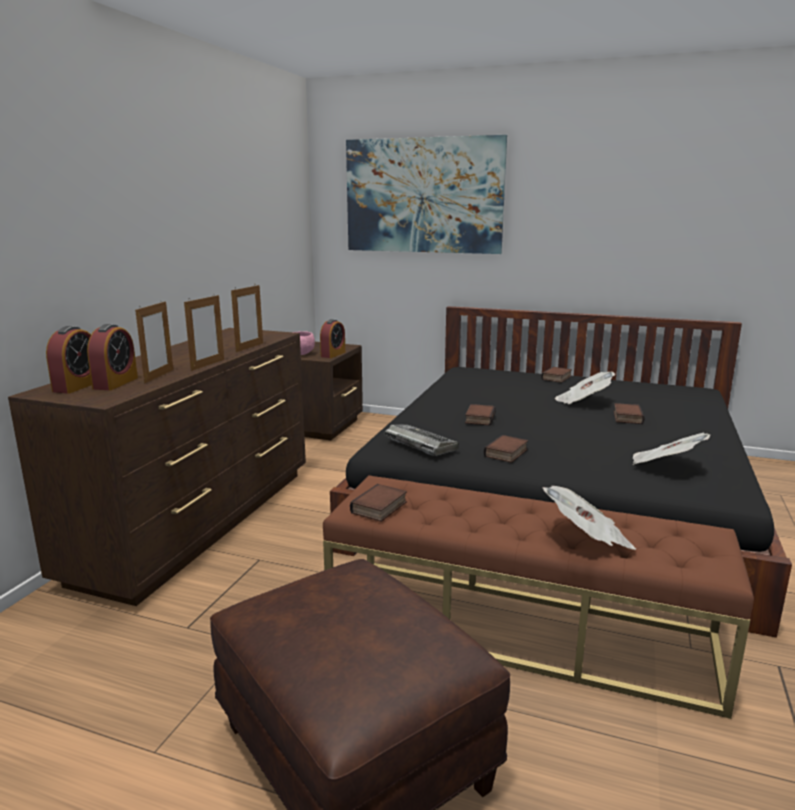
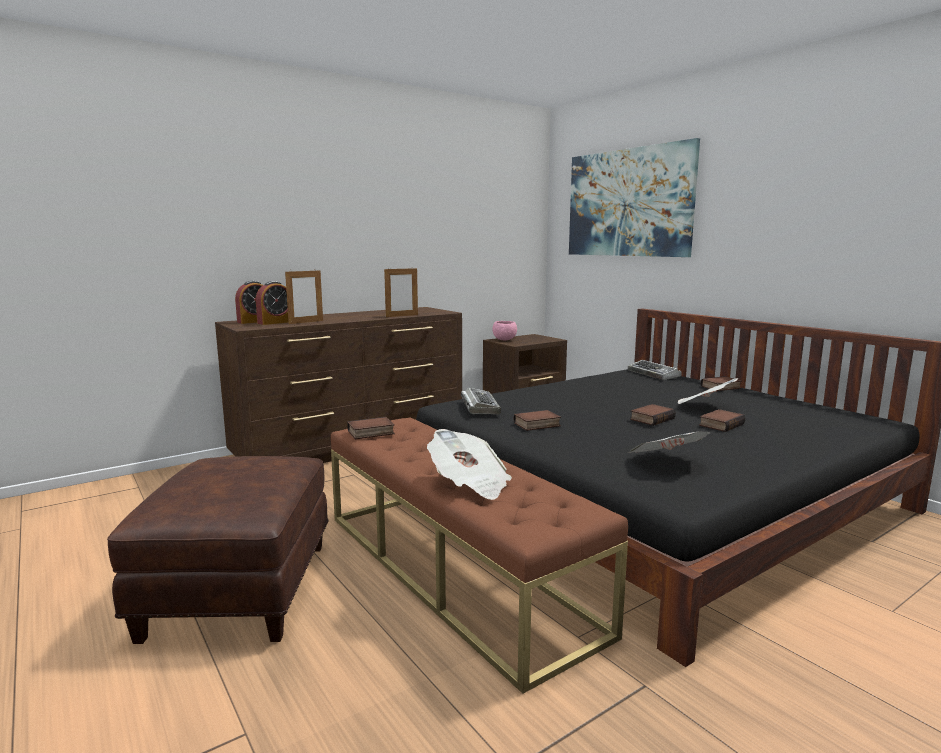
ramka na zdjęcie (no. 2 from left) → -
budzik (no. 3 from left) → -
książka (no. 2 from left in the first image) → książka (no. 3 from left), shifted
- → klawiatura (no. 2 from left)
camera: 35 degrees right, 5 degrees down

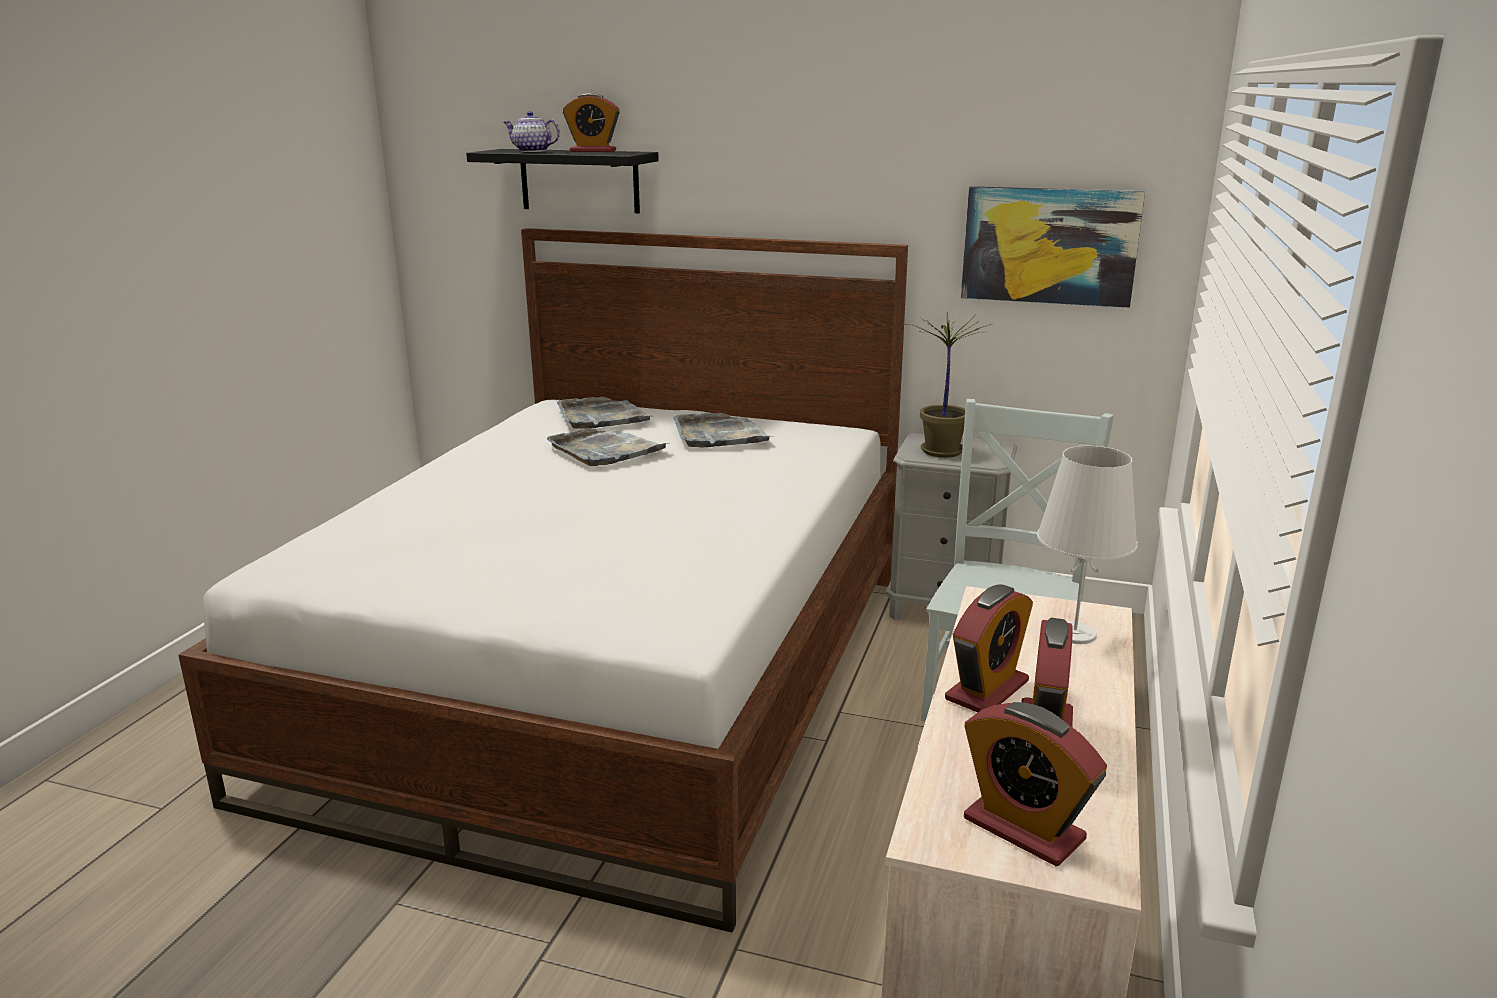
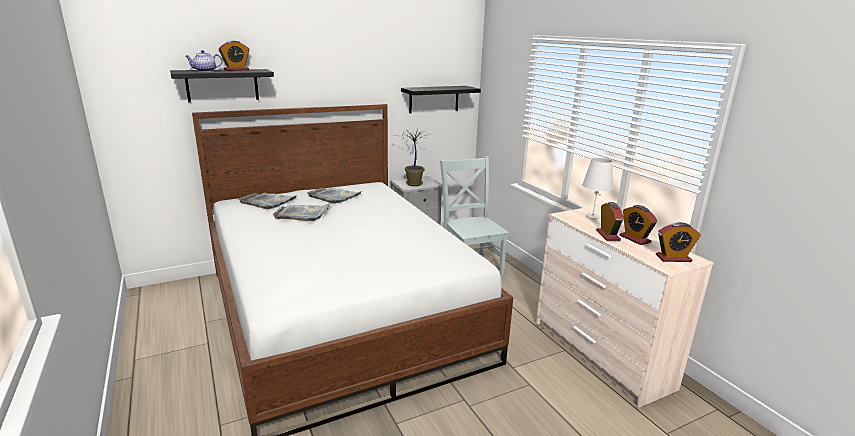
obraz → półka/czarny (no. 2 from left)
camera: 45 degrees left, 0 degrees up

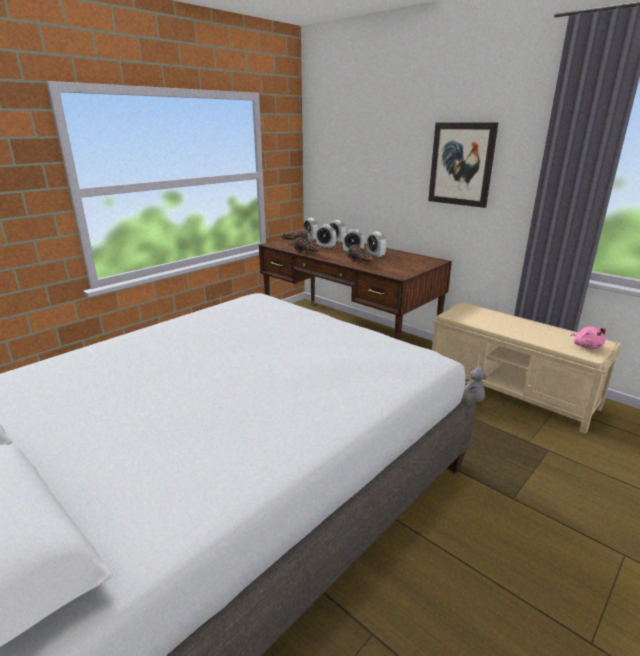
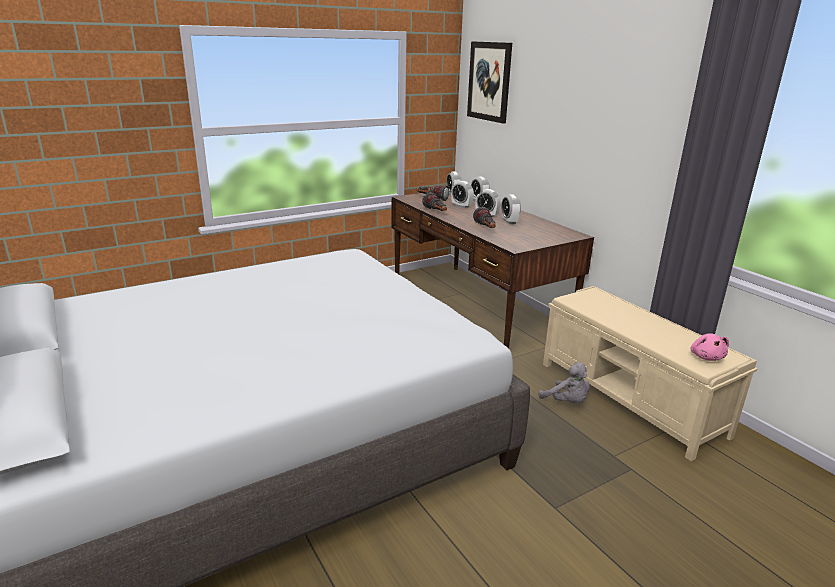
obraz, shifted
camera: 15 degrees right, 0 degrees up

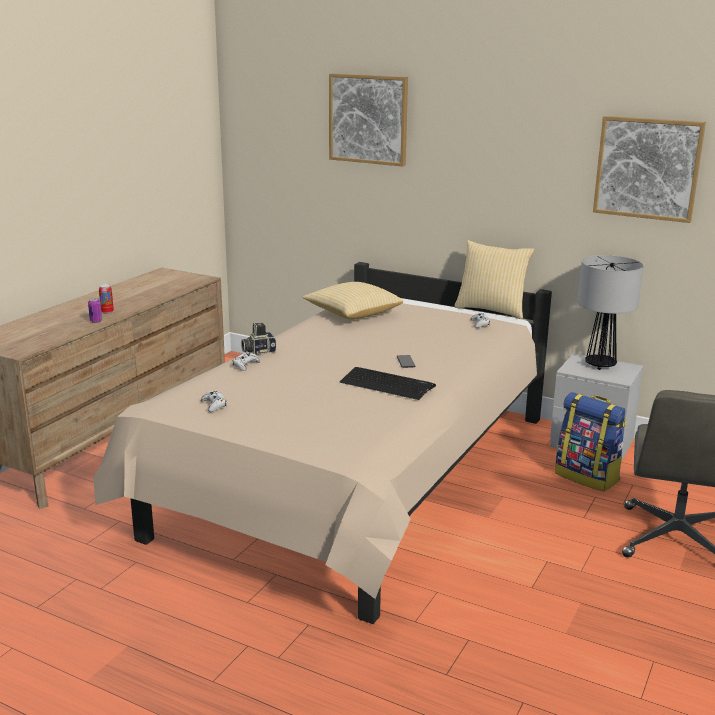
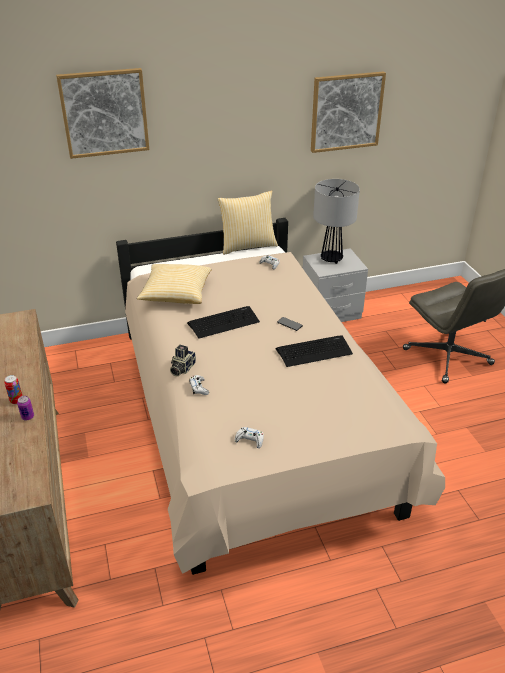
plecak → -
- → klawiatura (no. 1 from left)
camera: 45 degrees left, 15 degrees up

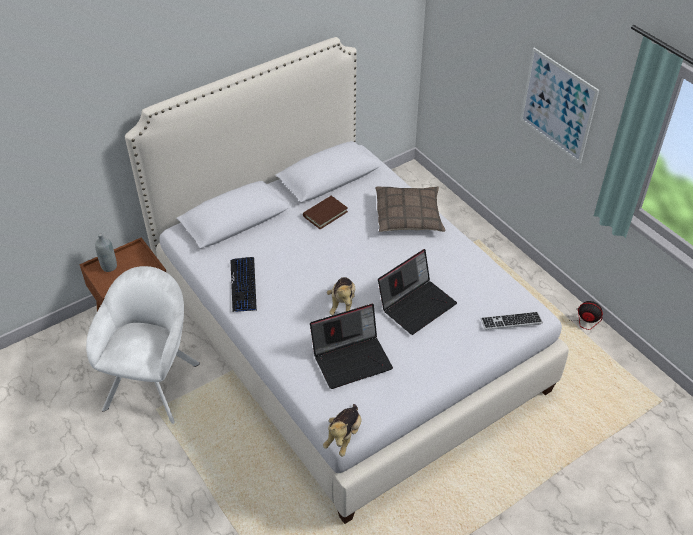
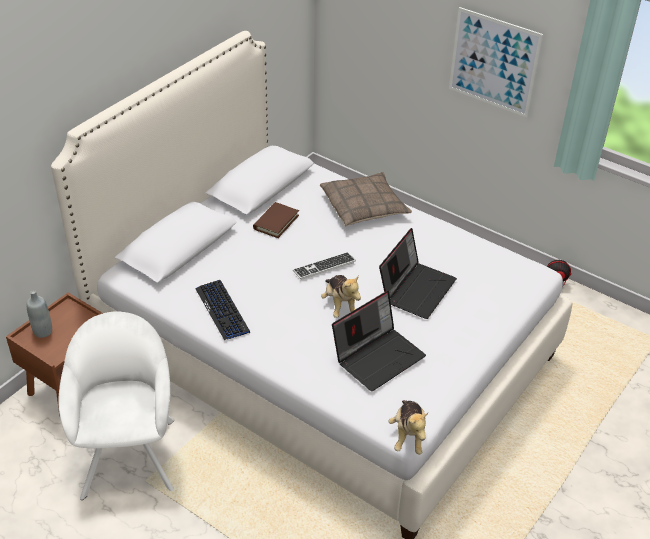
klawiatura (no. 2 from left), shifted
camera: 20 degrees left, 5 degrees down

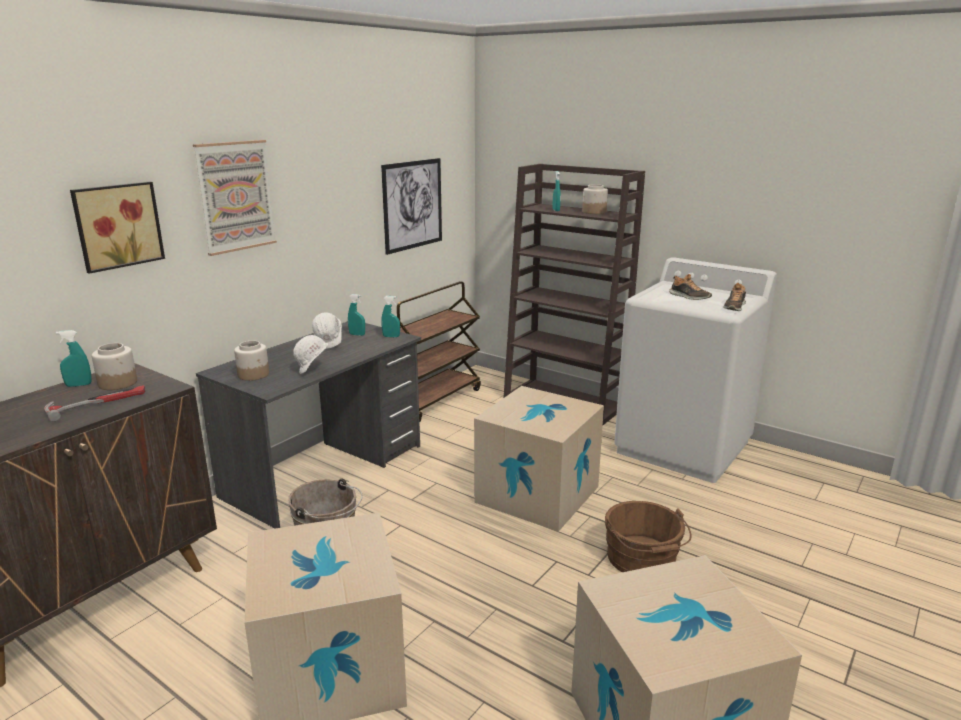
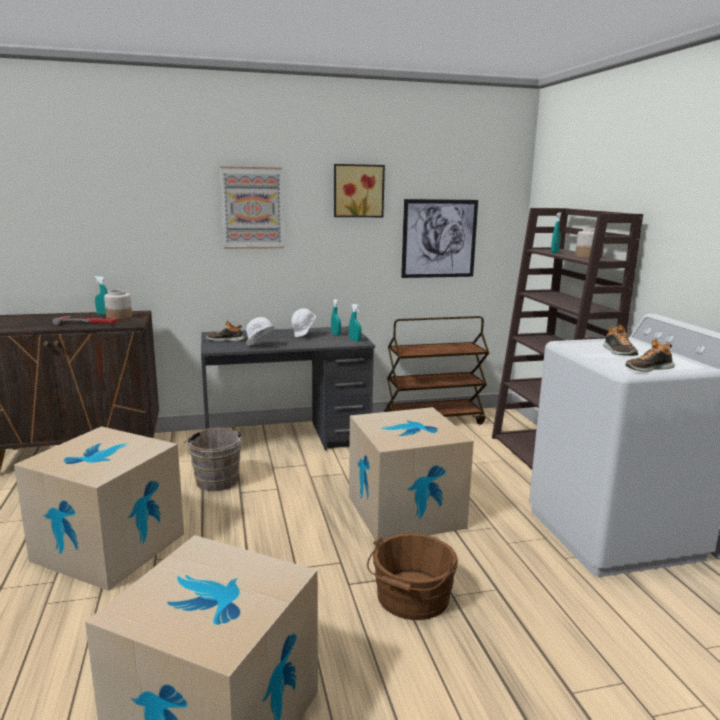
obraz (no. 1 from left in the first image) → obraz (no. 2 from left), shifted
słoik (no. 2 from left) → but (no. 1 from left)
camera: 40 degrees right, 5 degrees down

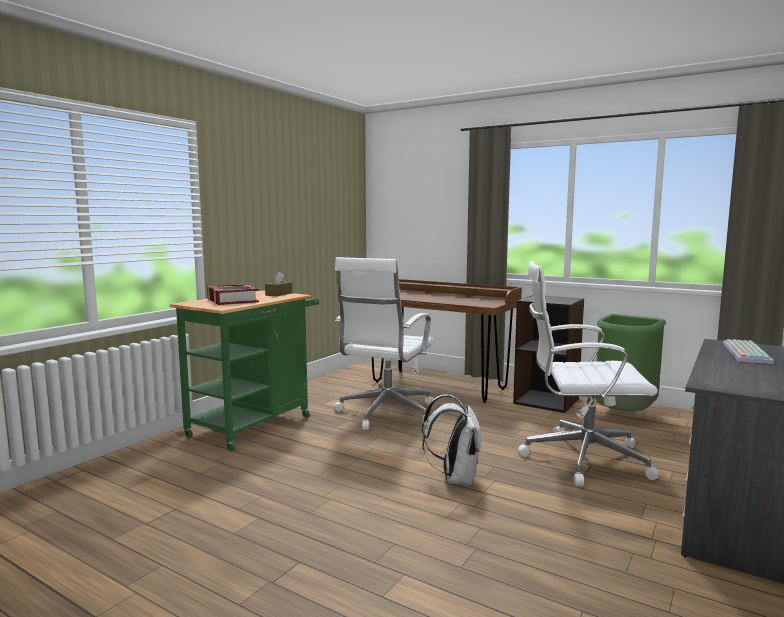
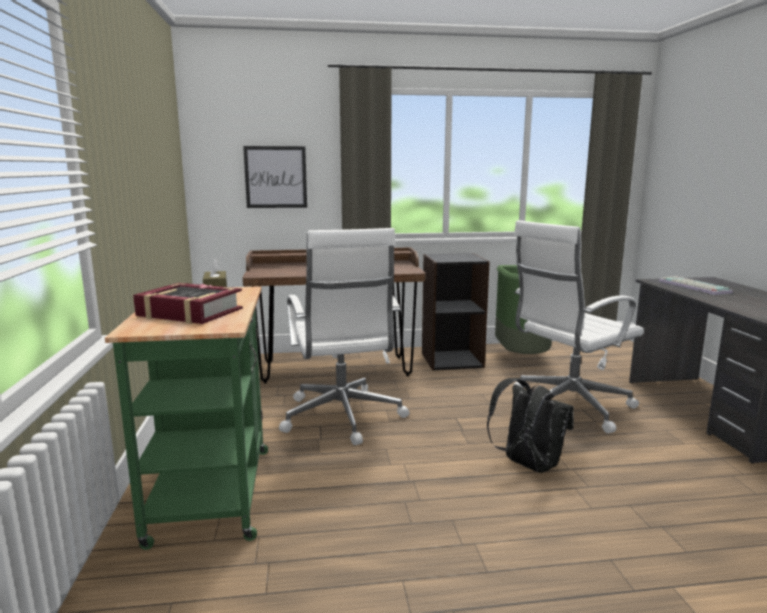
plecak/biały → plecak/czarny
- → obraz
camera: 40 degrees left, 5 degrees up

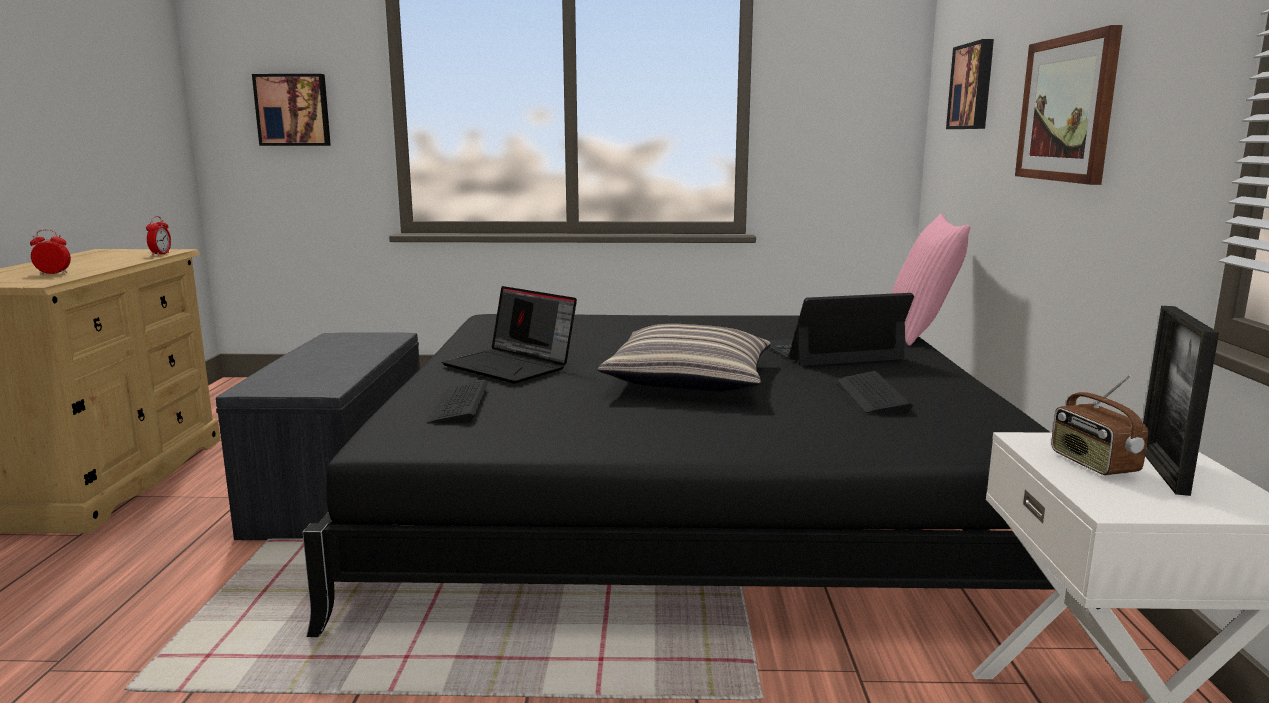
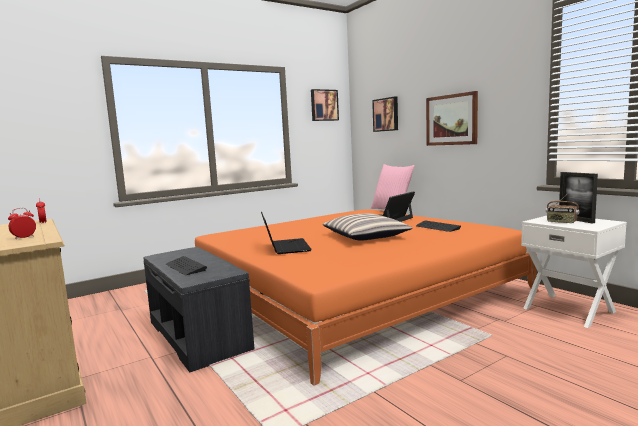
obraz (no. 1 from left), shifted
laptop (no. 1 from left), 105 degrees counterclockwise
łóżko/czarny → łóżko/pomarańczowy
klawiatura (no. 1 from left), shifted
camera: 35 degrees left, 5 degrees down

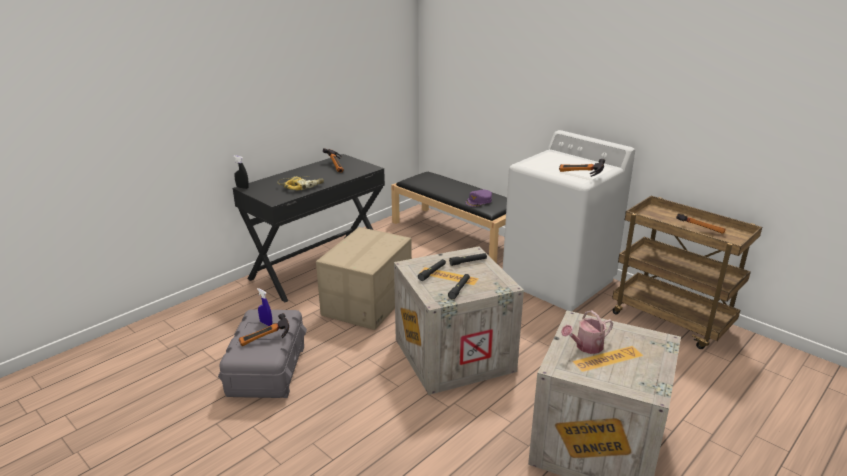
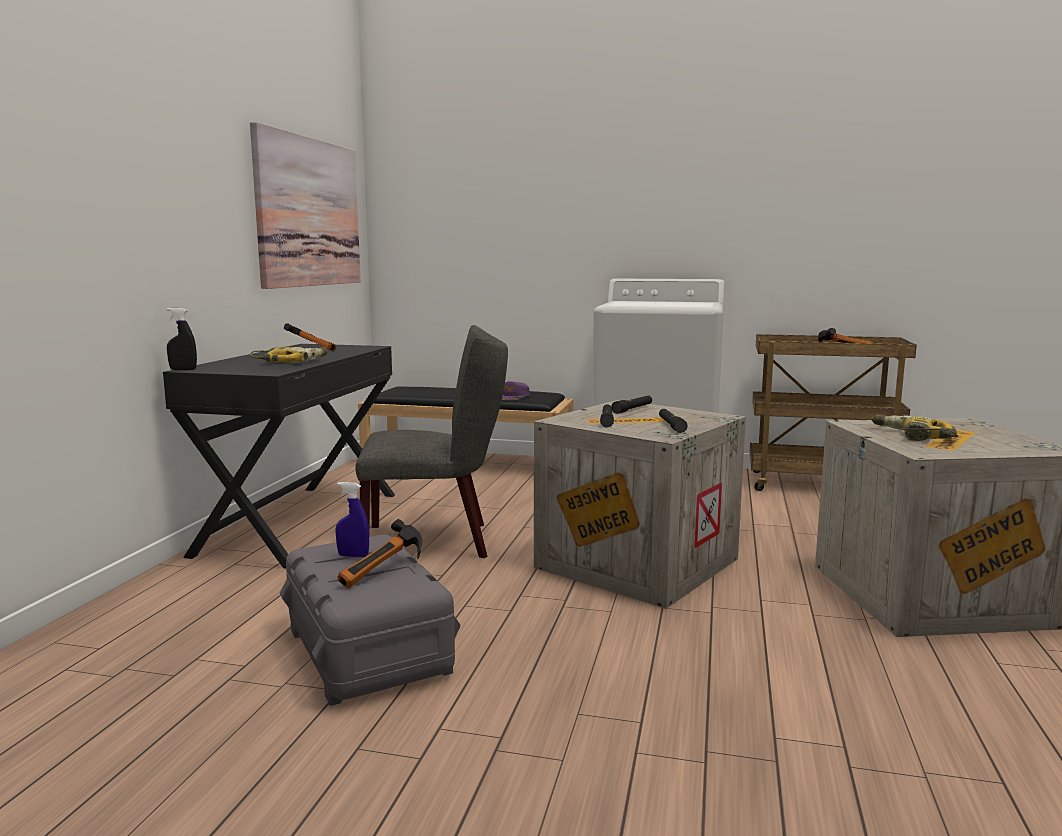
młotek (no. 3 from left) → -
karton → krzesło/szary
konewka → wiertarka (no. 2 from left)
- → obraz
camera: 30 degrees left, 15 degrees down

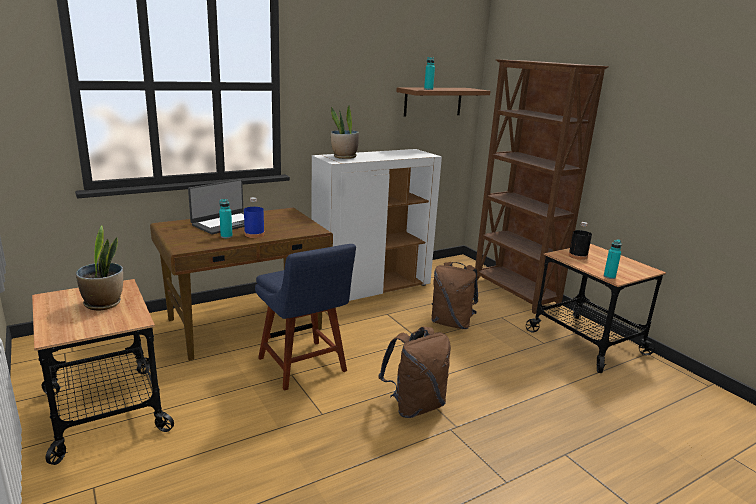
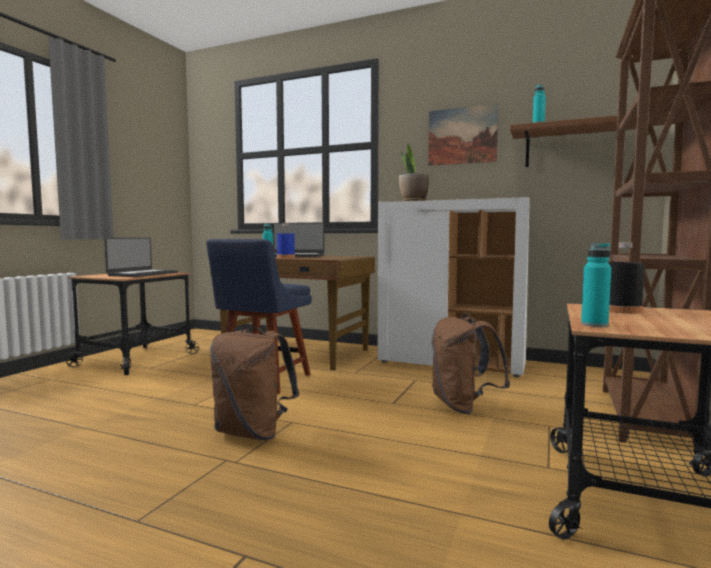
roślina doniczkowa (no. 1 from left) → laptop (no. 1 from left)
- → obraz
camera: 55 degrees right, 15 degrees down

